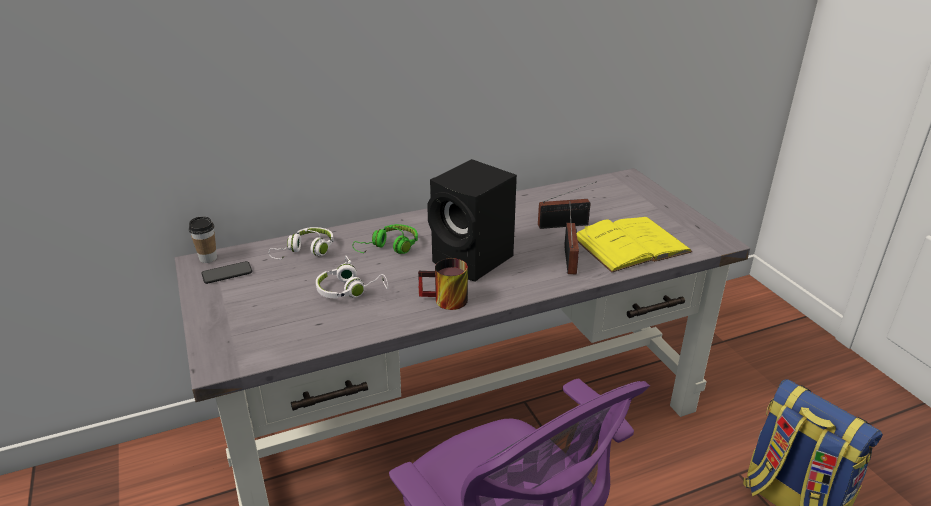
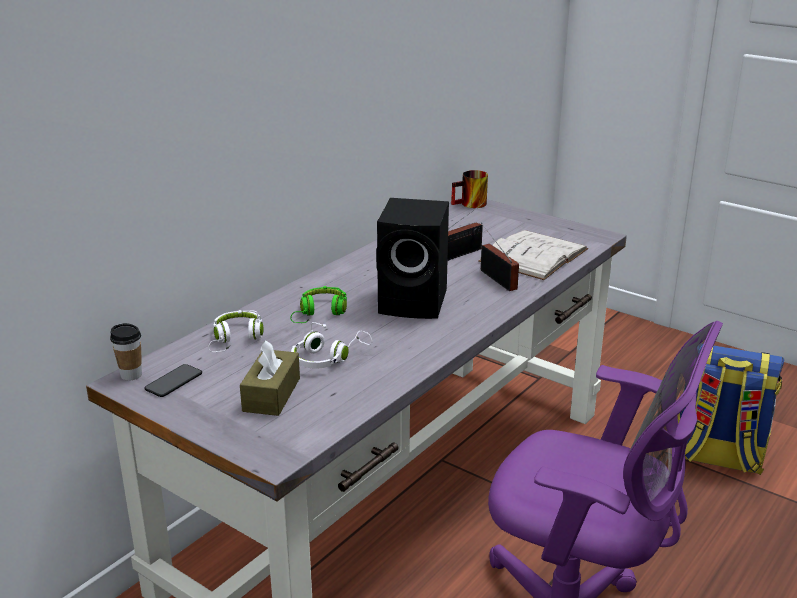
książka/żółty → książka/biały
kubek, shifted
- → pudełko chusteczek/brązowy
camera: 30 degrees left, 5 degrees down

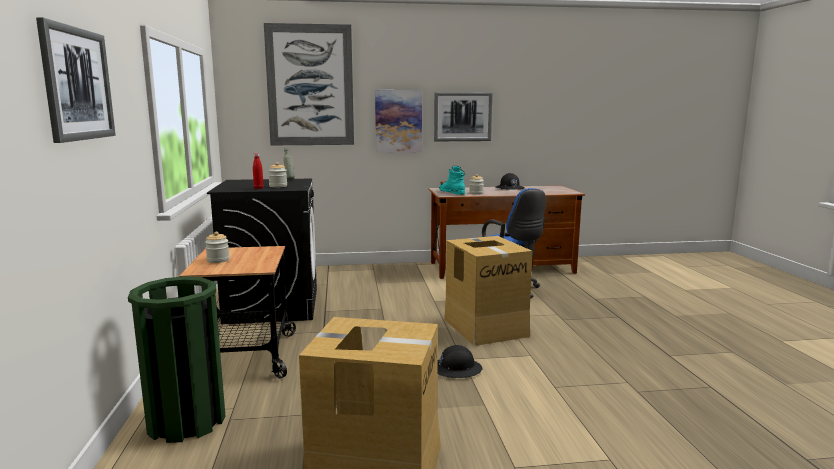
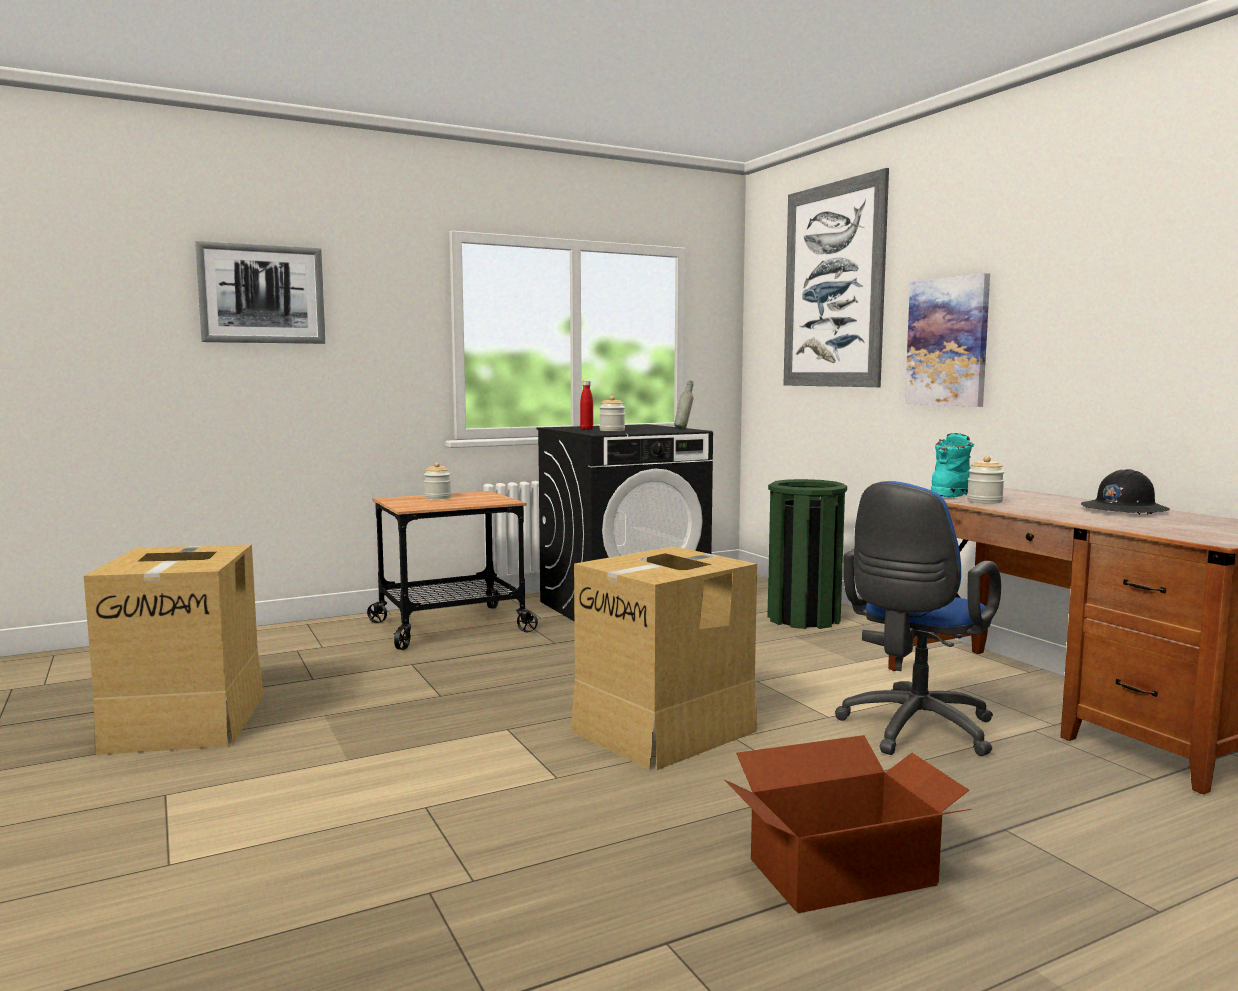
obraz (no. 4 from left) → -
kosz na śmieci/zielony, shifted
kask/czarny (no. 1 from left) → -
- → karton (no. 3 from left)
camera: 70 degrees right, 5 degrees down

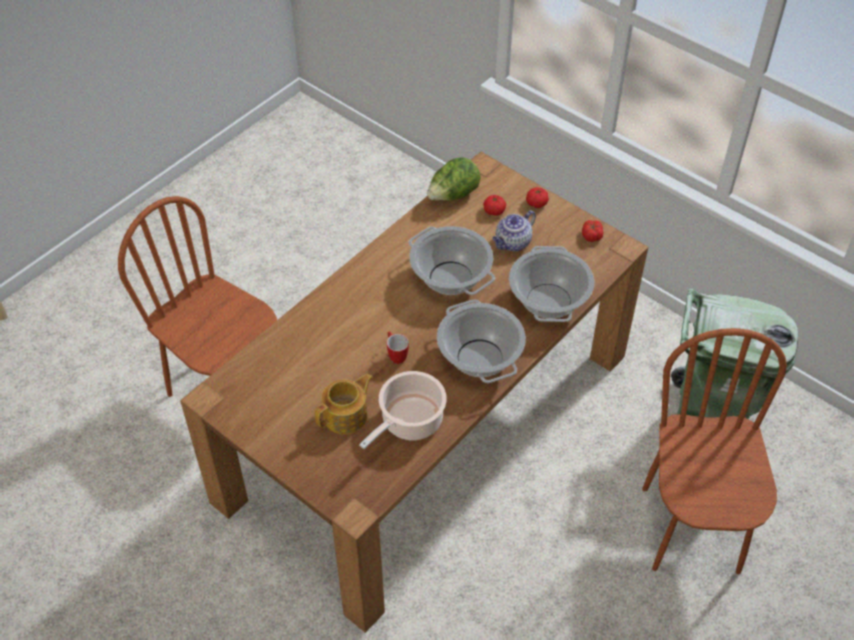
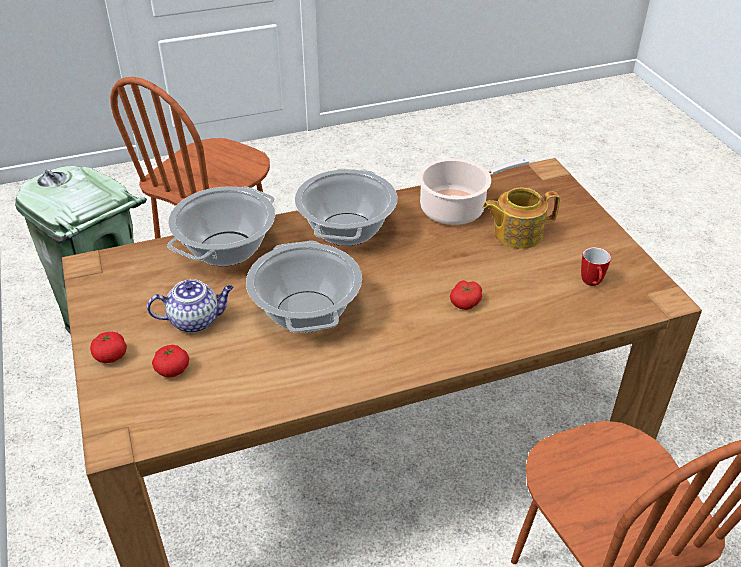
sałata → -
pomidor (no. 3 from left), shifted
kubek, shifted
camera: 150 degrees left, 10 degrees down

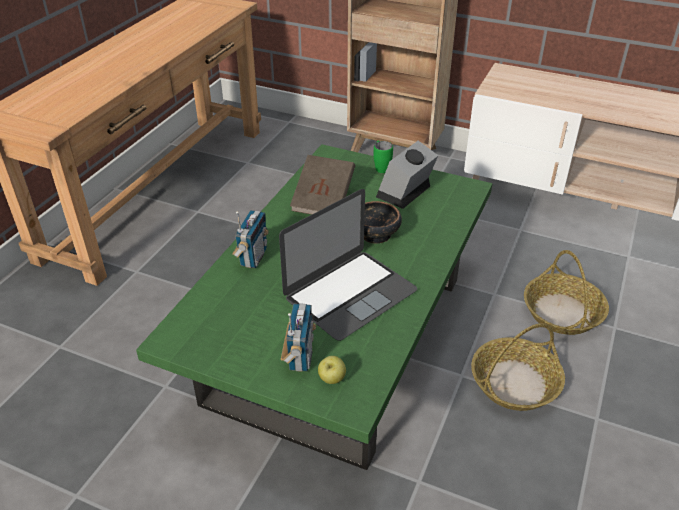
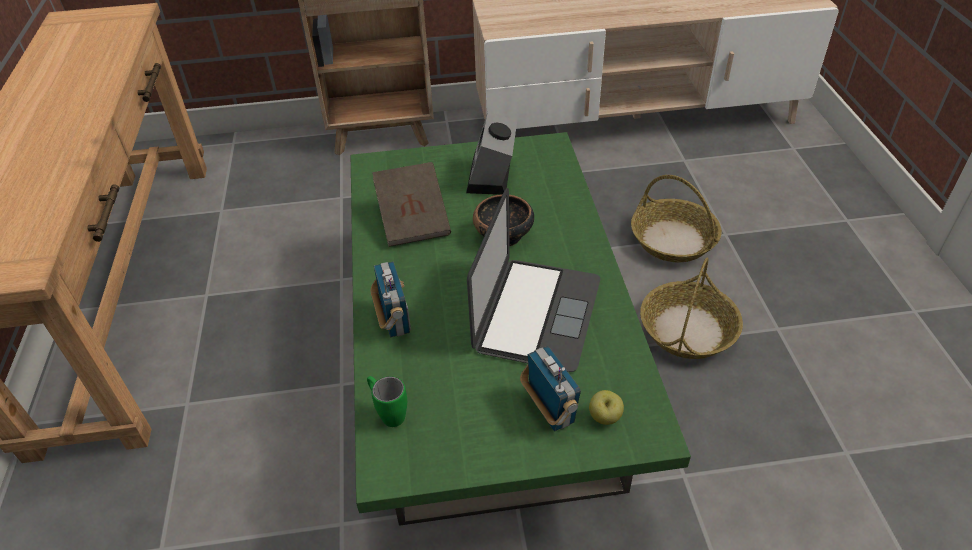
kubek/zielony, shifted
camera: 30 degrees left, 5 degrees up

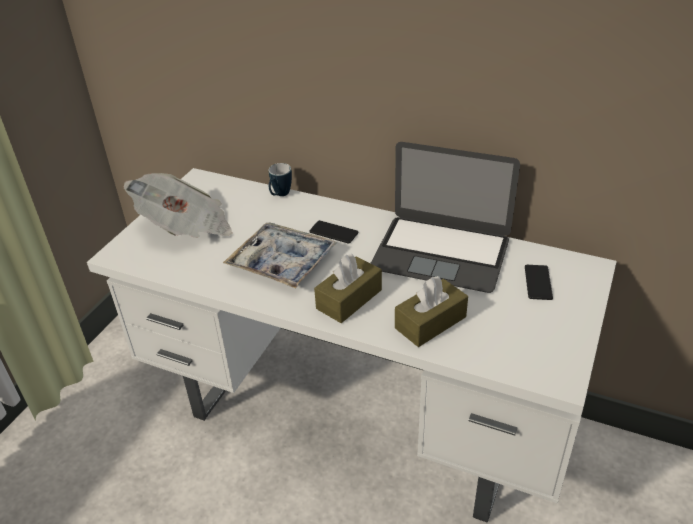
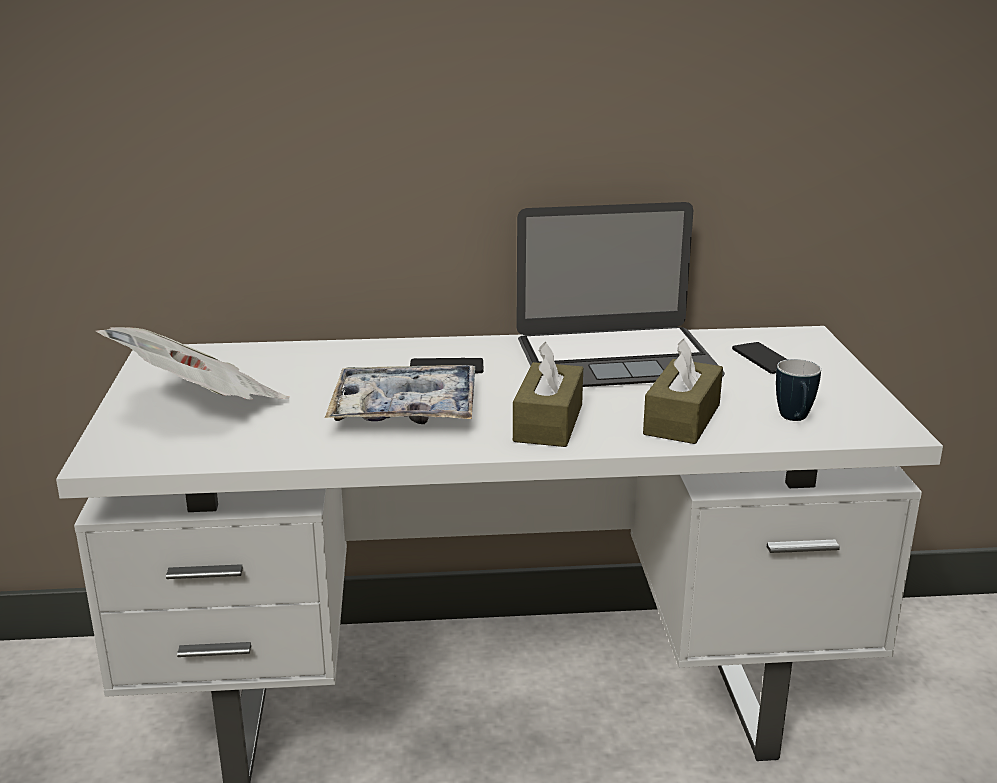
kubek, shifted
camera: 30 degrees left, 15 degrees down

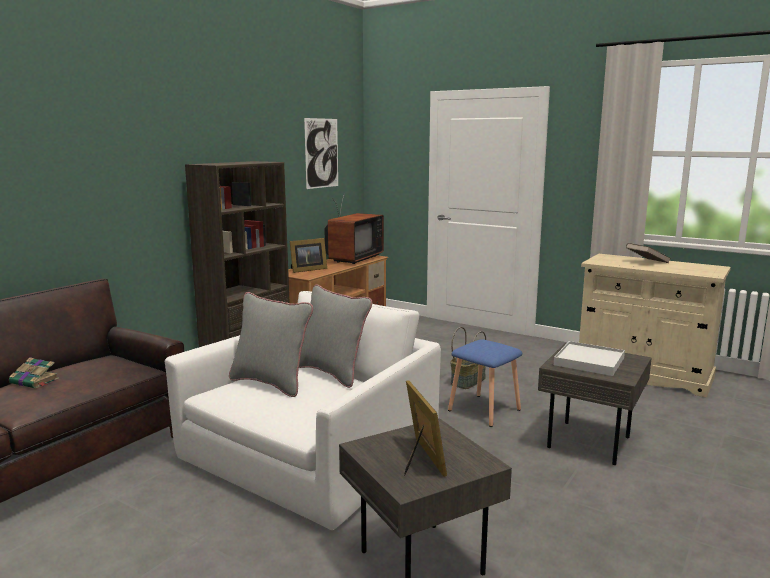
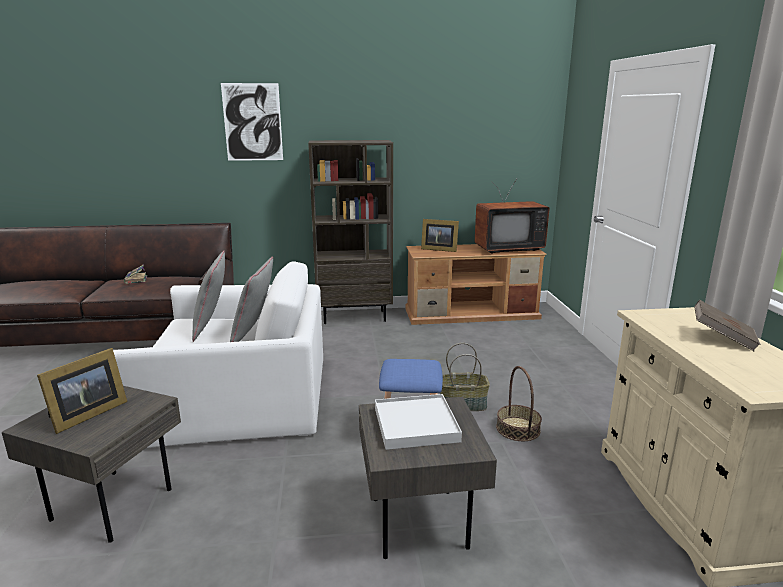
obraz, shifted
- → koszyk (no. 2 from left)
camera: 50 degrees right, 5 degrees up

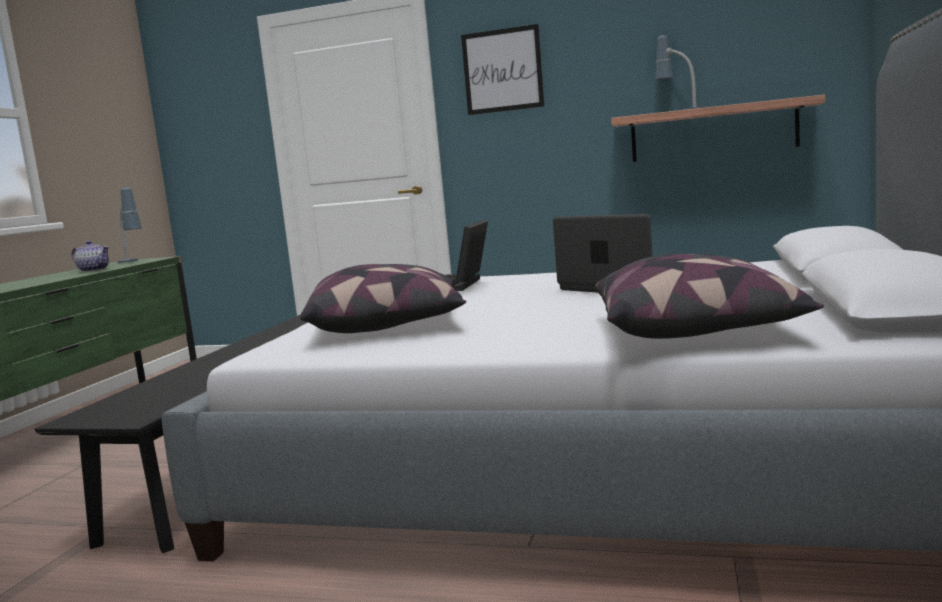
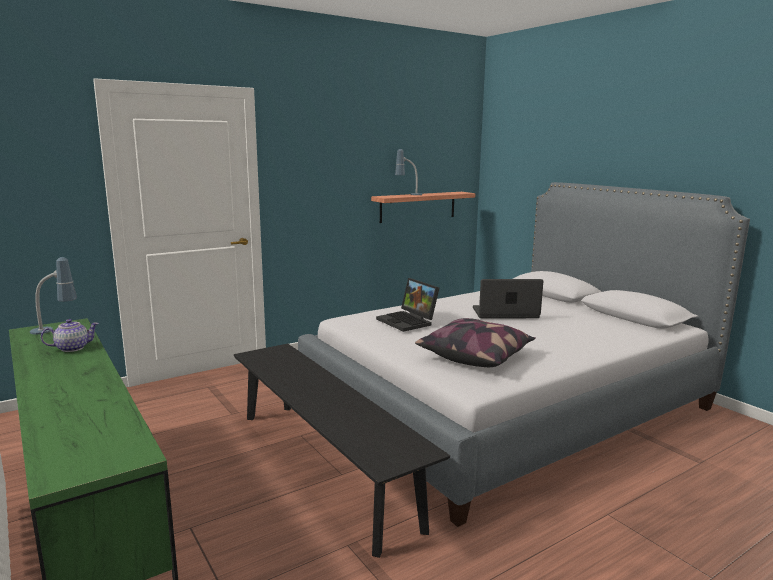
obraz → -
poduszka (no. 2 from left) → -
camera: 50 degrees left, 5 degrees up

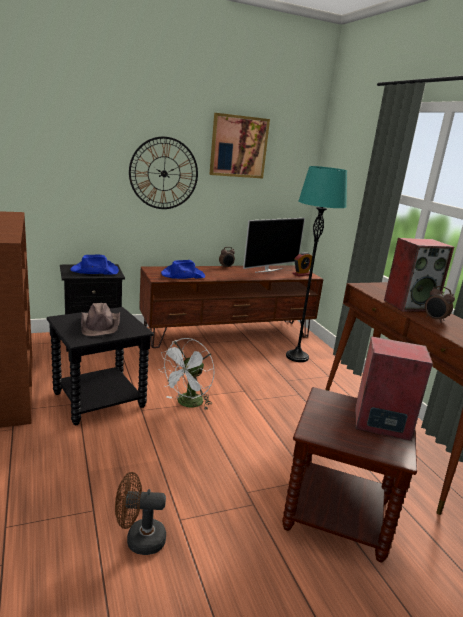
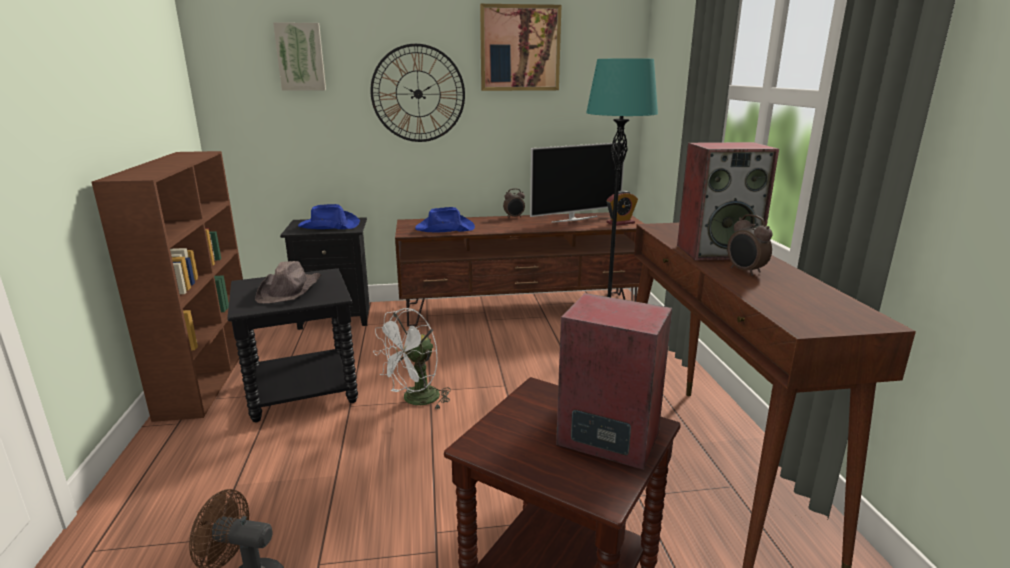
- → obraz (no. 1 from left)
camera: 15 degrees right, 0 degrees up

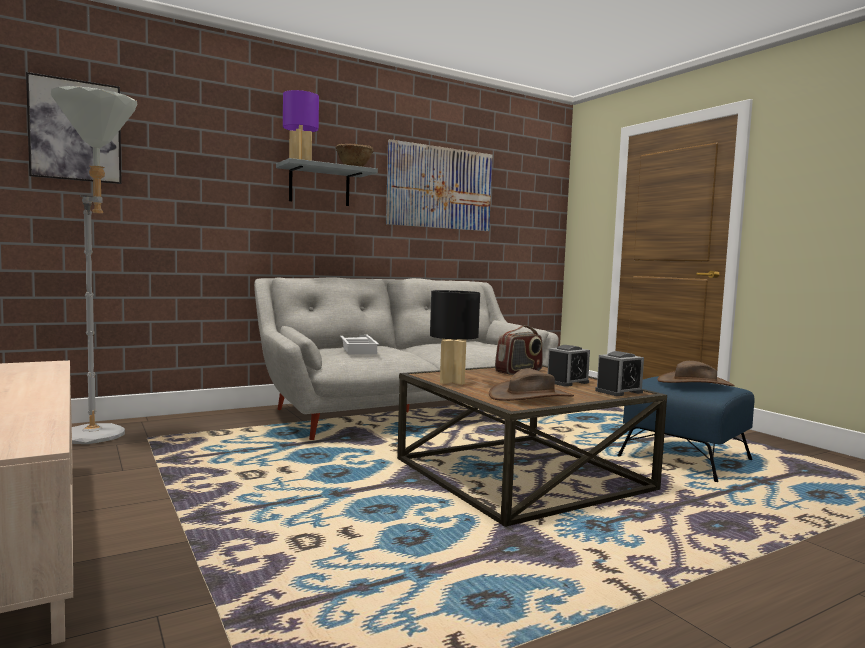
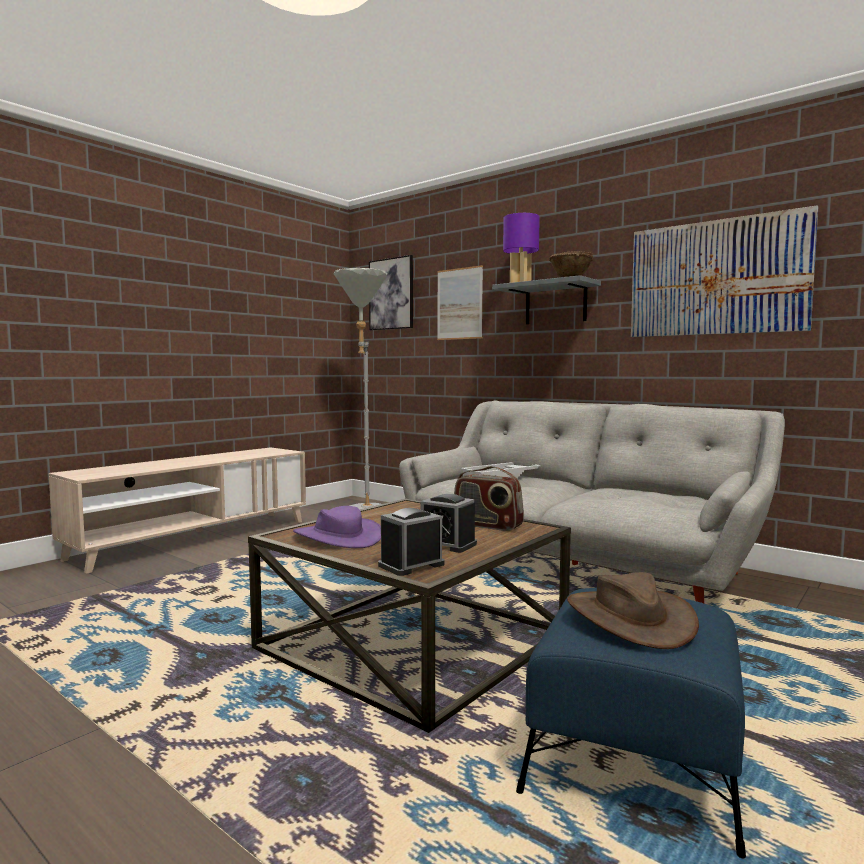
lampa stołowa/czarny → -
budzik (no. 2 from left in the first image) → budzik (no. 1 from left), 105 degrees clockwise
kapelusz/brązowy (no. 1 from left) → kapelusz/fioletowy
- → obraz (no. 2 from left)
camera: 70 degrees right, 0 degrees up

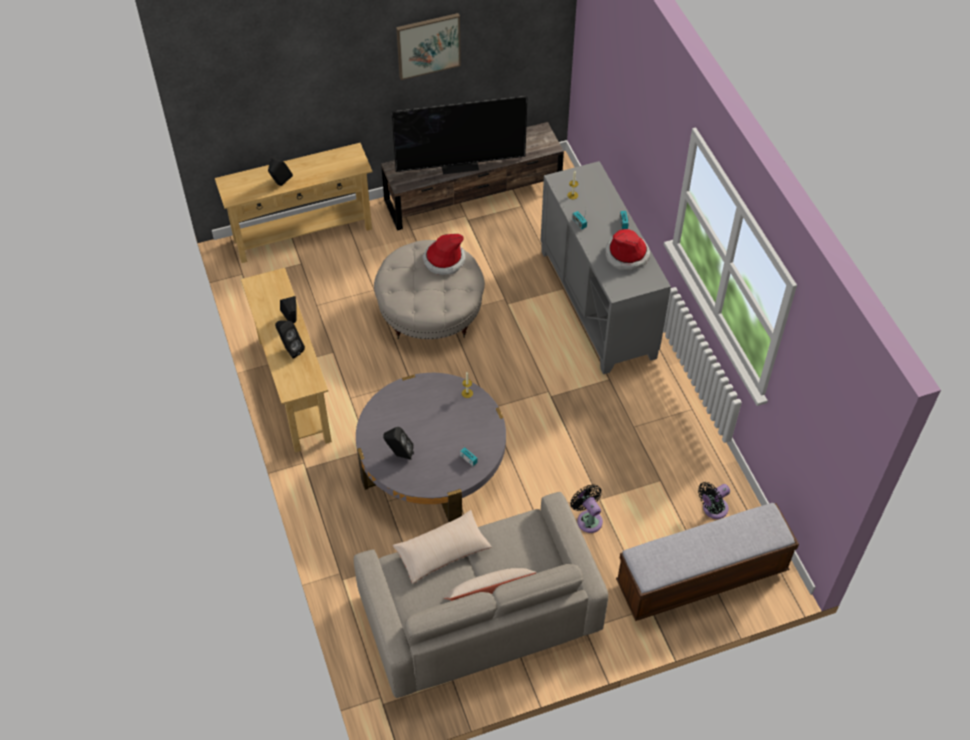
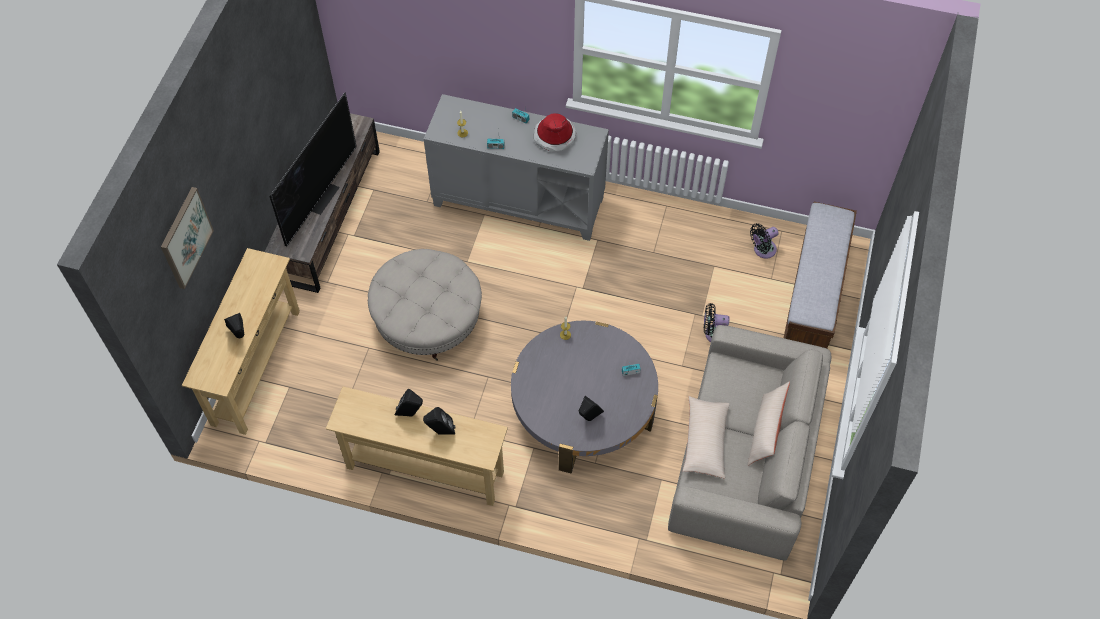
obraz, shifted
kapelusz (no. 1 from left) → -
wentylator/czarny (no. 2 from left), 60 degrees clockwise
camera: 55 degrees left, 5 degrees up

